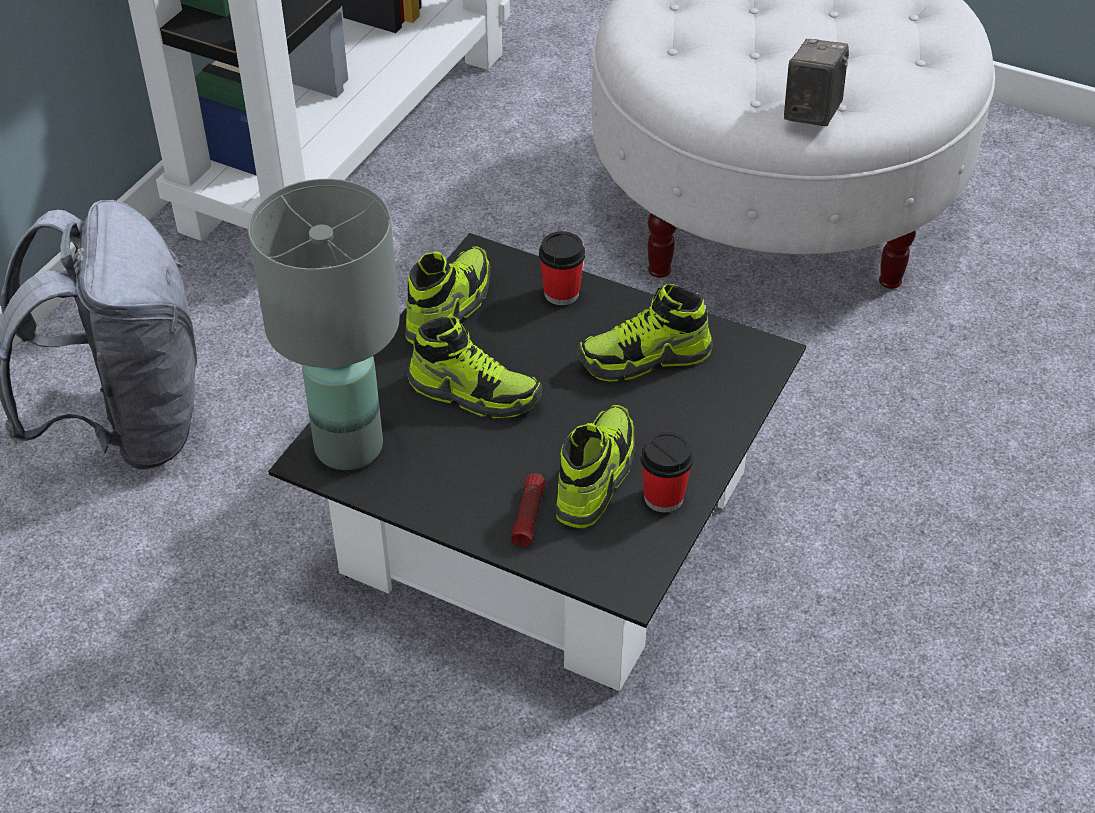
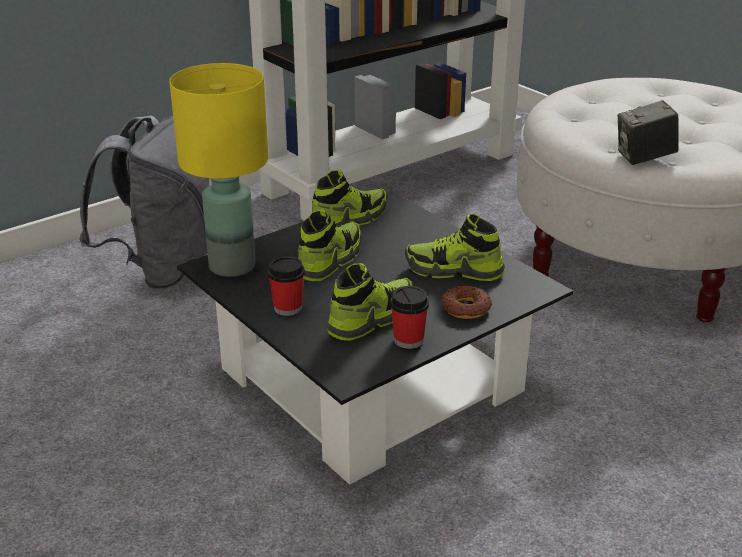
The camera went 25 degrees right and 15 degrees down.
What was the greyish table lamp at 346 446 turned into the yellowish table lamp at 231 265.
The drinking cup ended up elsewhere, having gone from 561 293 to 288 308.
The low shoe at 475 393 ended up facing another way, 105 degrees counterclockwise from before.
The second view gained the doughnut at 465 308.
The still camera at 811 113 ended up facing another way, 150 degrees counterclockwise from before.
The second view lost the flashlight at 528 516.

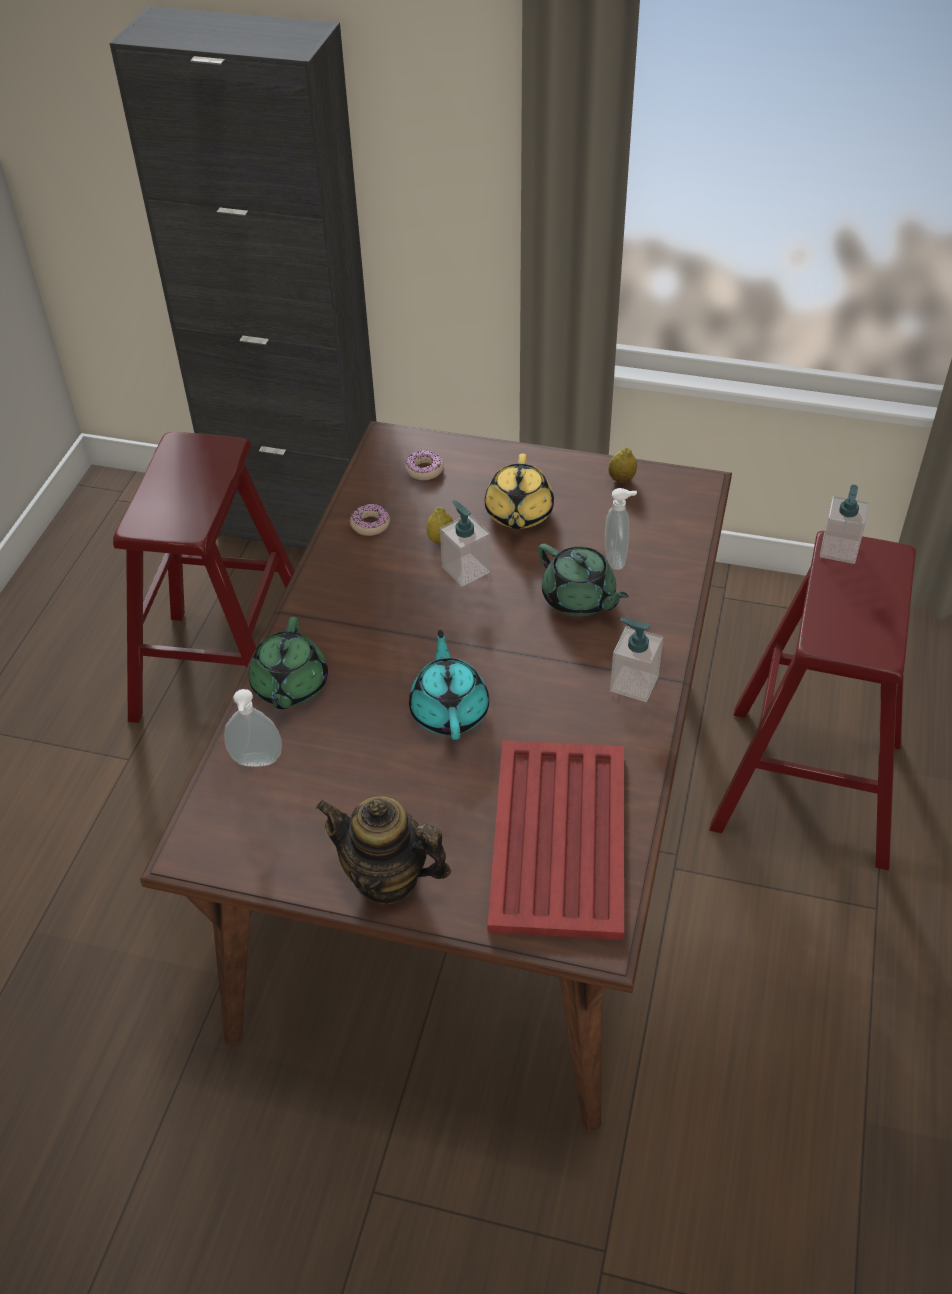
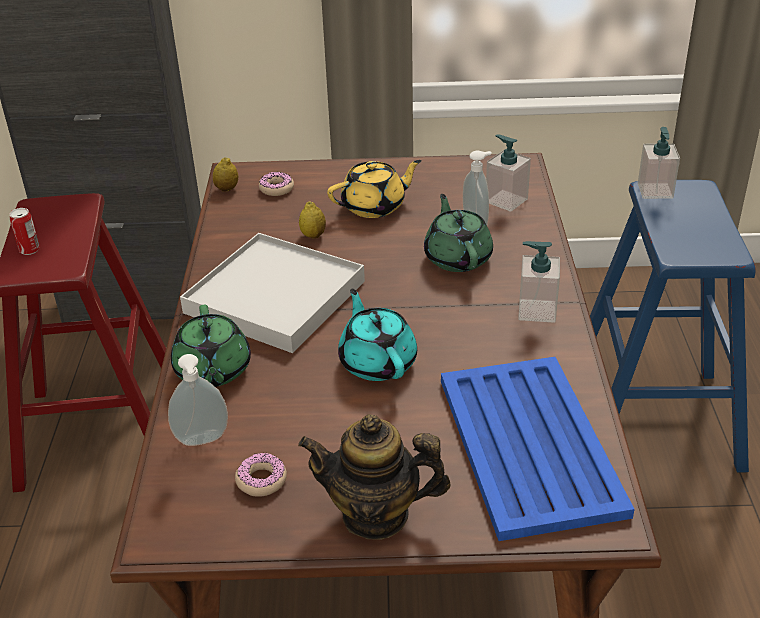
The camera went 15 degrees left and 10 degrees down.
The second view gained the sealed can at 29 250.
The second view gained the whitish tray at 276 297.
The lemon ended up elsewhere, having gone from 621 479 to 227 189.
The doughnut ended up elsewhere, having gone from 370 524 to 261 480.
The yellowish tea pot at 518 514 ended up facing another way, 105 degrees counterclockwise from before.
The green-coloured tea pot at 579 599 ended up facing another way, 135 degrees counterclockwise from before.
What was the red tray at 558 840 turned into the blue-coloured tray at 529 446.
The soap bottle ended up elsewhere, having gone from 465 569 to 506 200.
What was the red sitting stool at 807 785 turned into the blue-coloured sitting stool at 652 420.

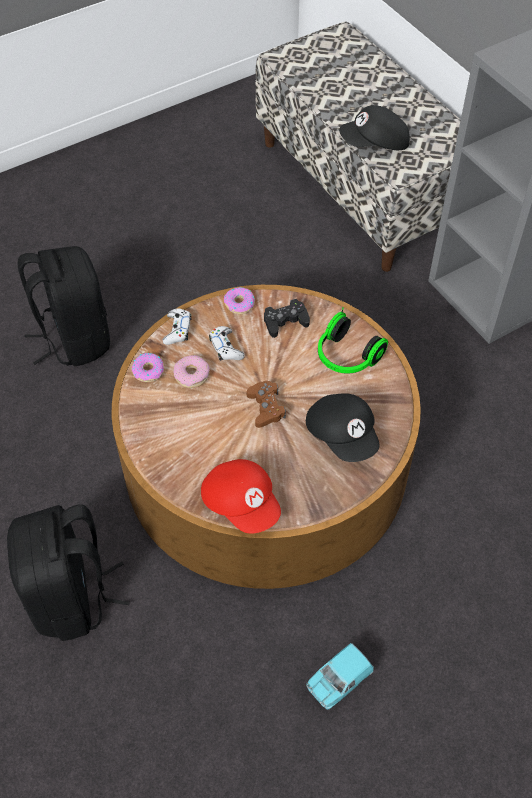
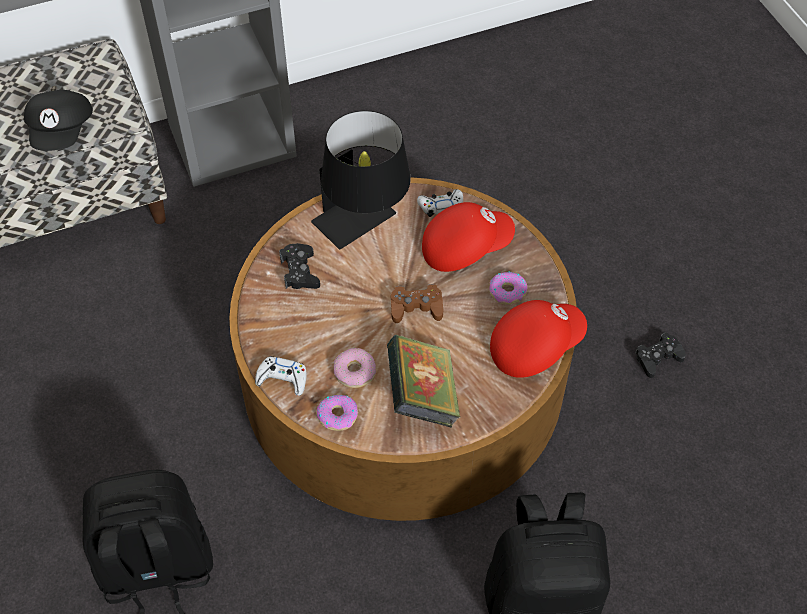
The camera went 80 degrees left and 0 degrees up.
Where the headphones stood at 346 357, the blackish table lamp came to stand at 364 226.
The second view gained the volume at 422 396.
The whitish game controller ended up elsewhere, having gone from 226 348 to 441 206.
What was the blackish cap at 343 435 turned into the red cap at 465 247.
The doughnut ended up elsewhere, having gone from 239 304 to 507 292.
Where the turquoise-coloured miniature car stood at 338 681, the blackish game controller came to stand at 658 358.

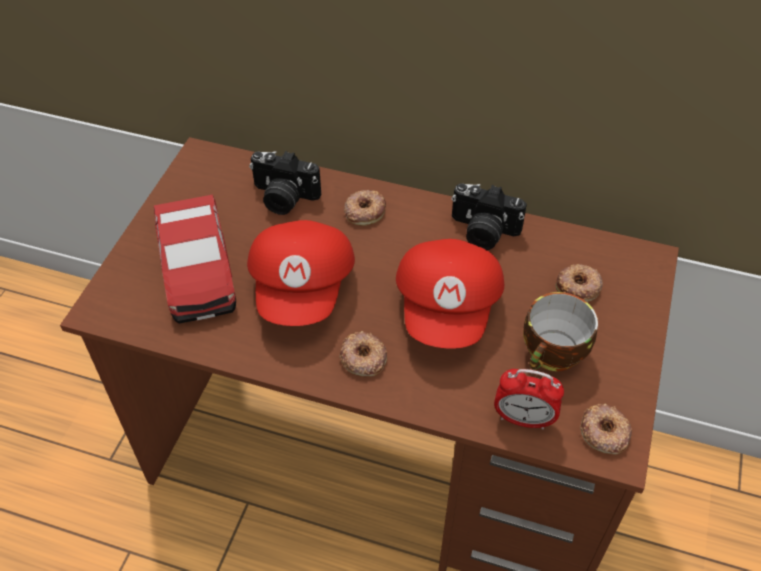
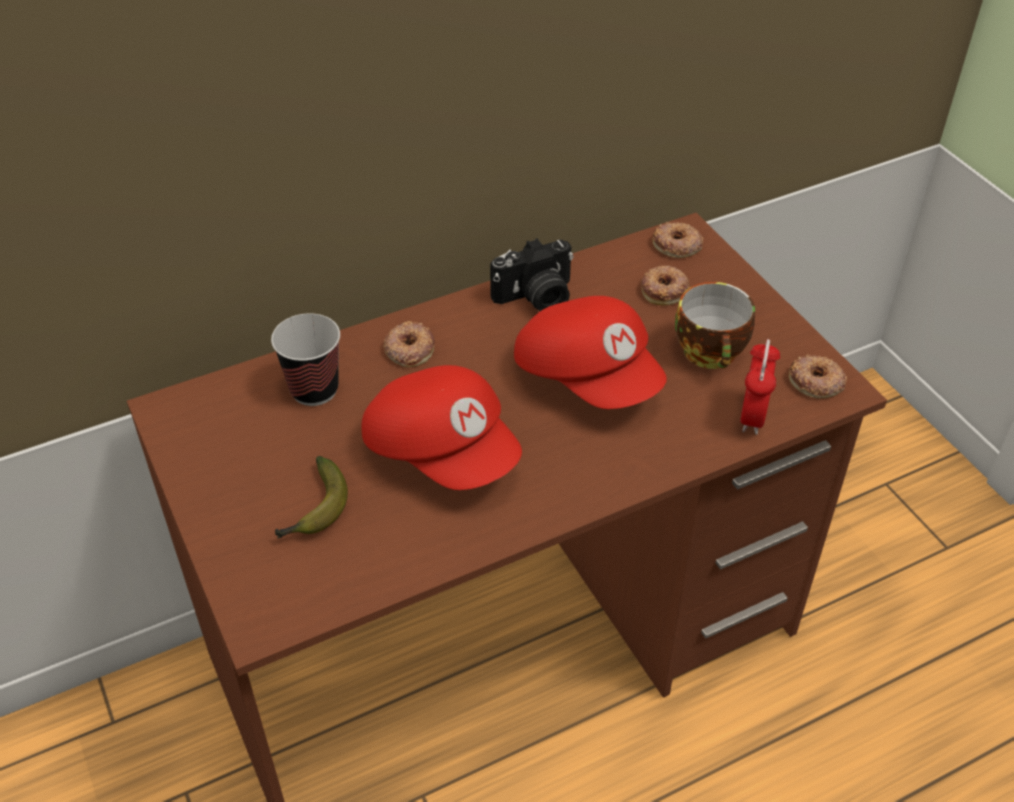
The camera went 45 degrees left and 5 degrees down.
Where the still camera stood at 283 198, the drinking cup came to stand at 314 390.
Where the miniature car stood at 197 269, the whole banana came to stand at 314 510.
The doughnut ended up elsewhere, having gone from 363 358 to 676 245.
The bedside clock at 523 419 ended up facing another way, 45 degrees counterclockwise from before.

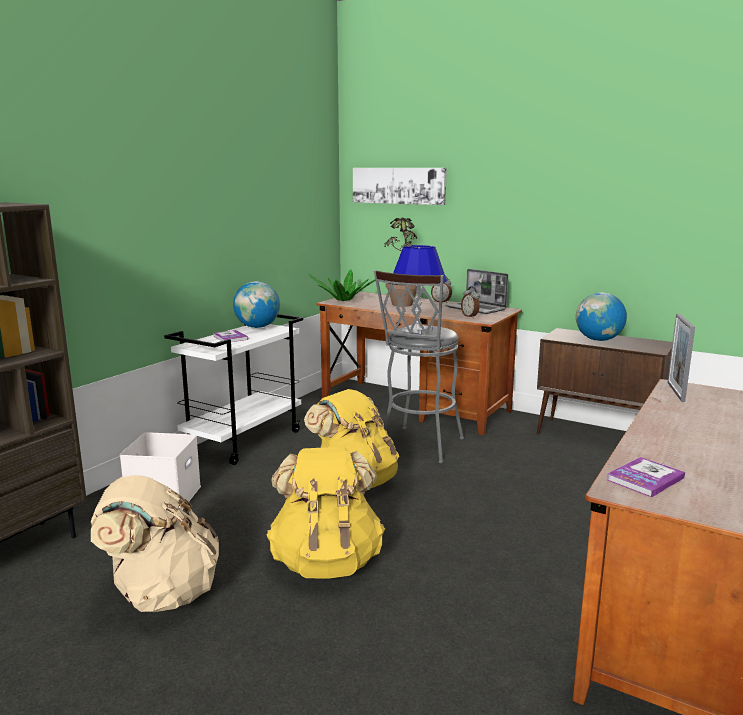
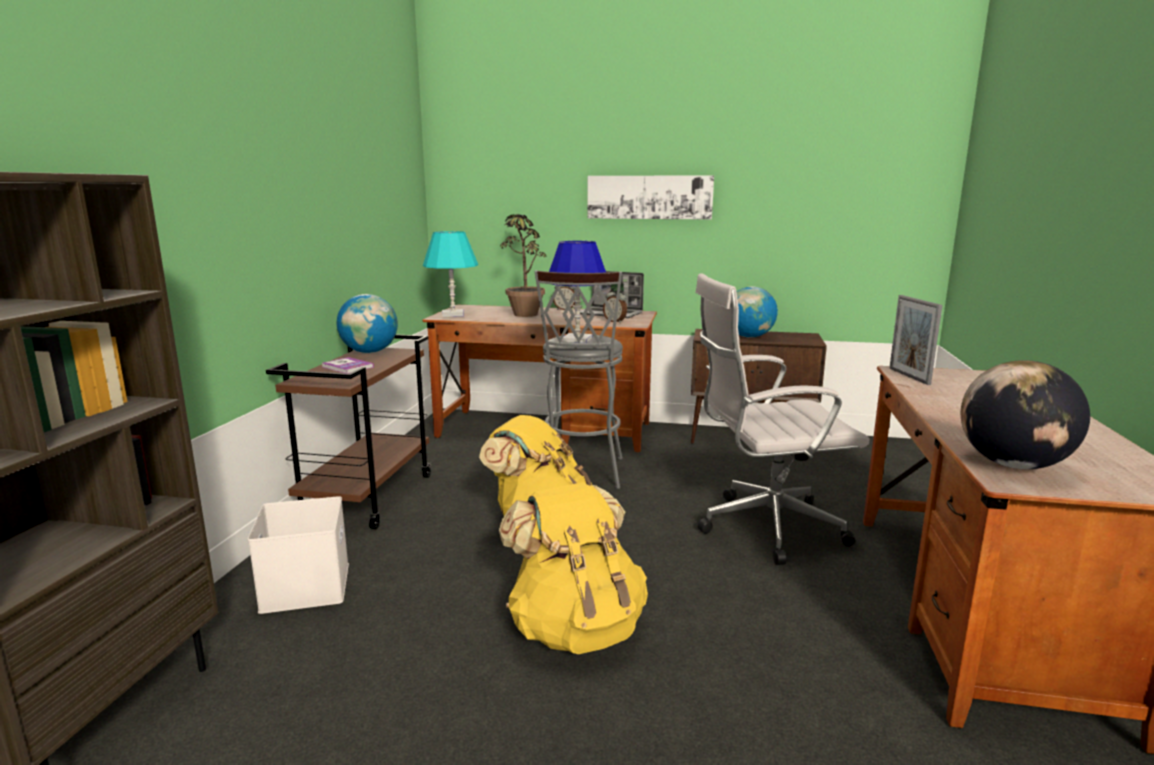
The camera went 20 degrees left and 0 degrees up.
What was the whitish trolley at 244 440 turned into the brown-coloured trolley at 368 496.
Where the houseplant stood at 344 300, the turquoise-coloured table lamp came to stand at 453 314.
The wall picture ended up elsewhere, having gone from 398 185 to 649 197.
The second view gained the whitish desk chair at 764 528.
Where the volume stood at 645 479, the desk globe came to stand at 1012 465.
The second view lost the sand-coloured knapsack at 162 594.

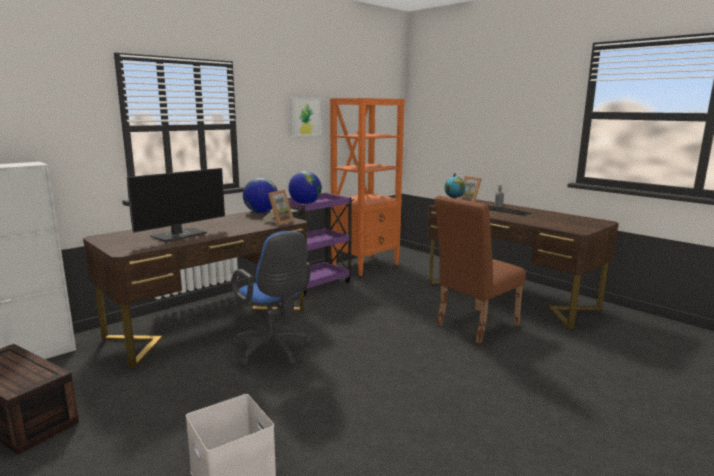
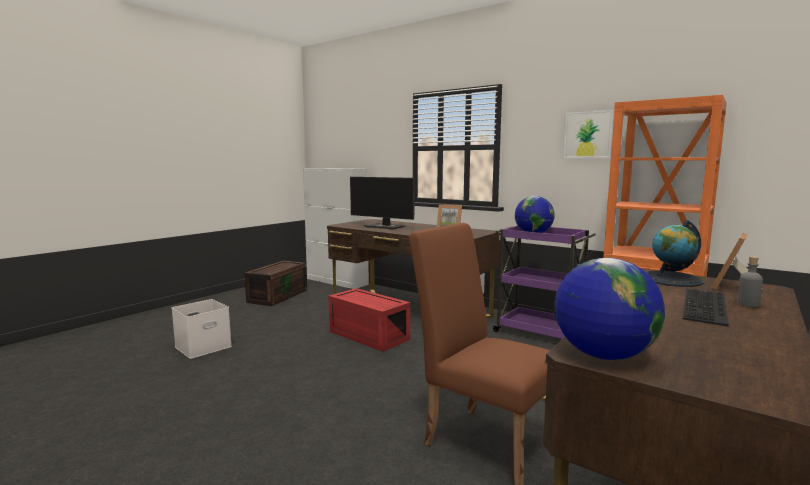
The camera went 80 degrees right and 5 degrees down.
Where the blue-coloured desk chair stood at 273 351, the red storage bin came to stand at 367 335.
The desk globe ended up elsewhere, having gone from 261 212 to 603 355.

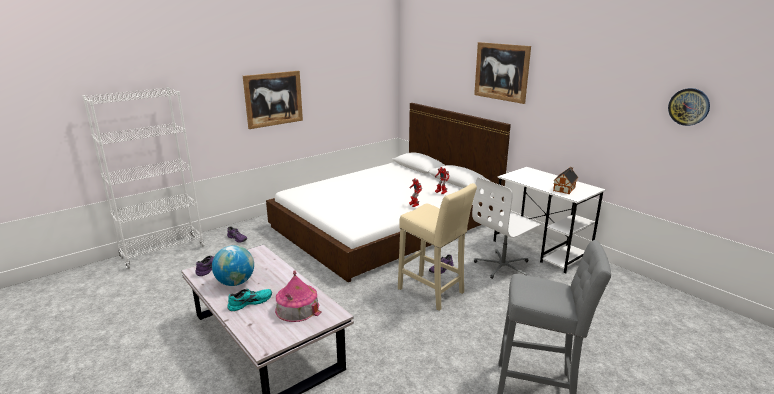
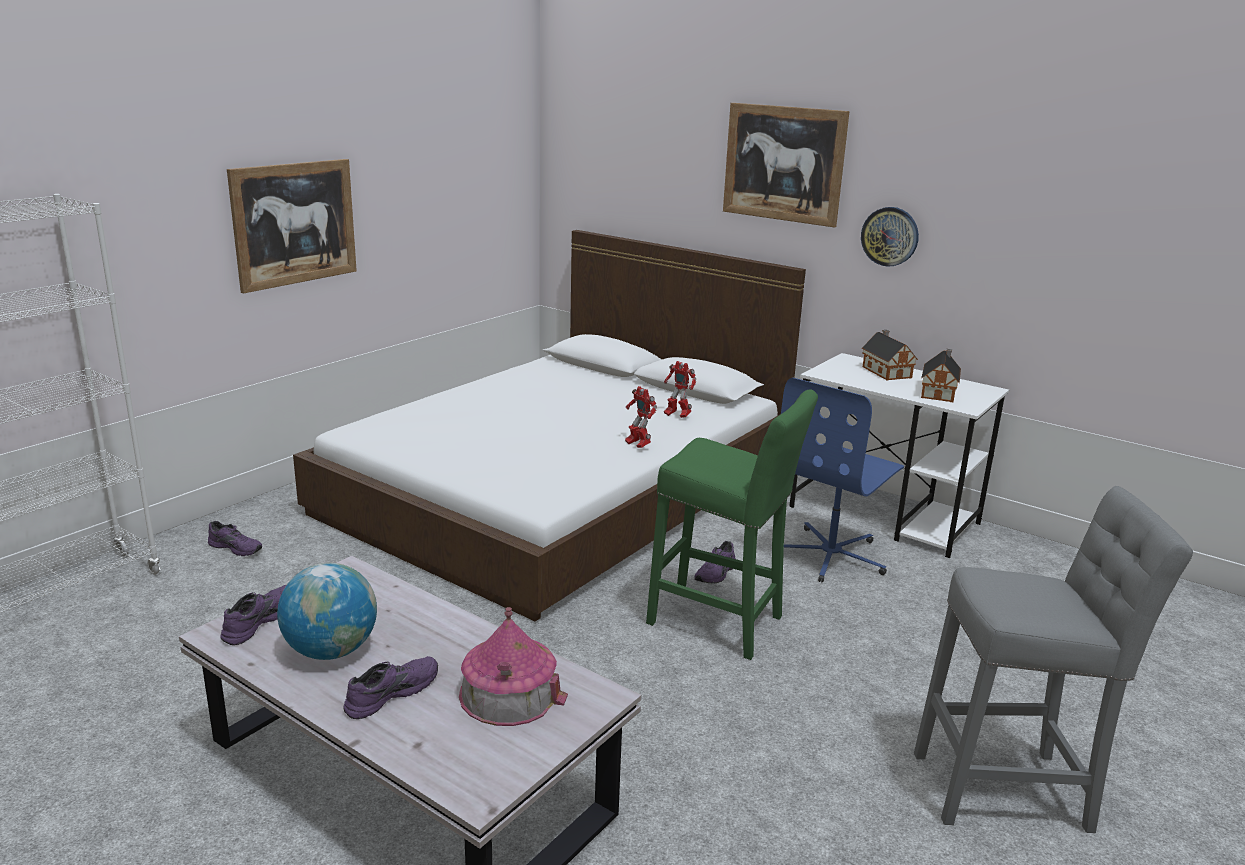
The camera went 15 degrees left and 0 degrees up.
What was the turquoise-coloured low shoe at 250 302 turned into the purplish low shoe at 390 692.
What was the sand-coloured sitting stool at 433 292 turned into the green-coloured sitting stool at 721 623.
What was the whitish desk chair at 503 266 turned into the blue-coloured desk chair at 831 555.
The clock on the wall ended up elsewhere, having gone from 689 106 to 890 236.
The second view gained the model house at 886 371.

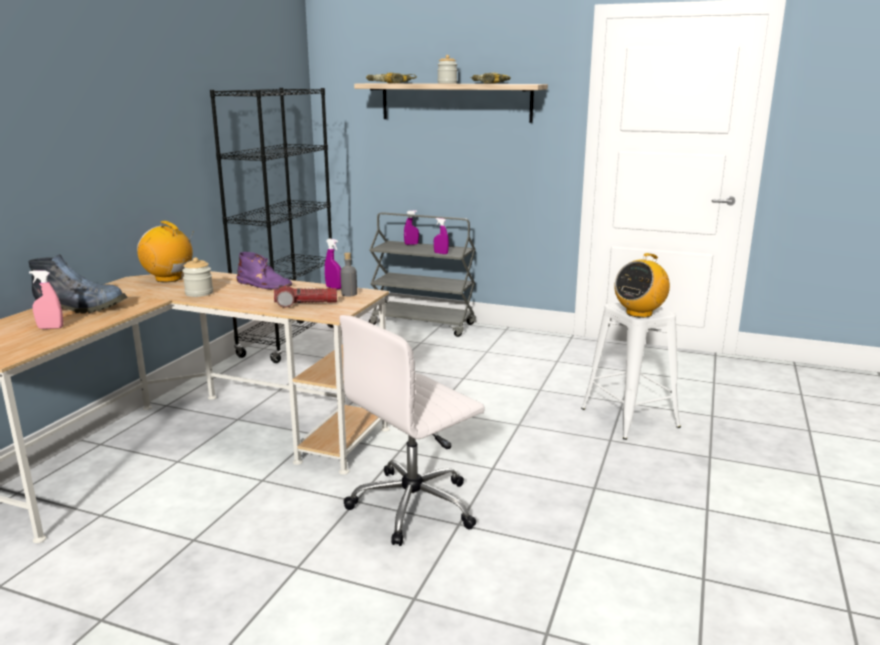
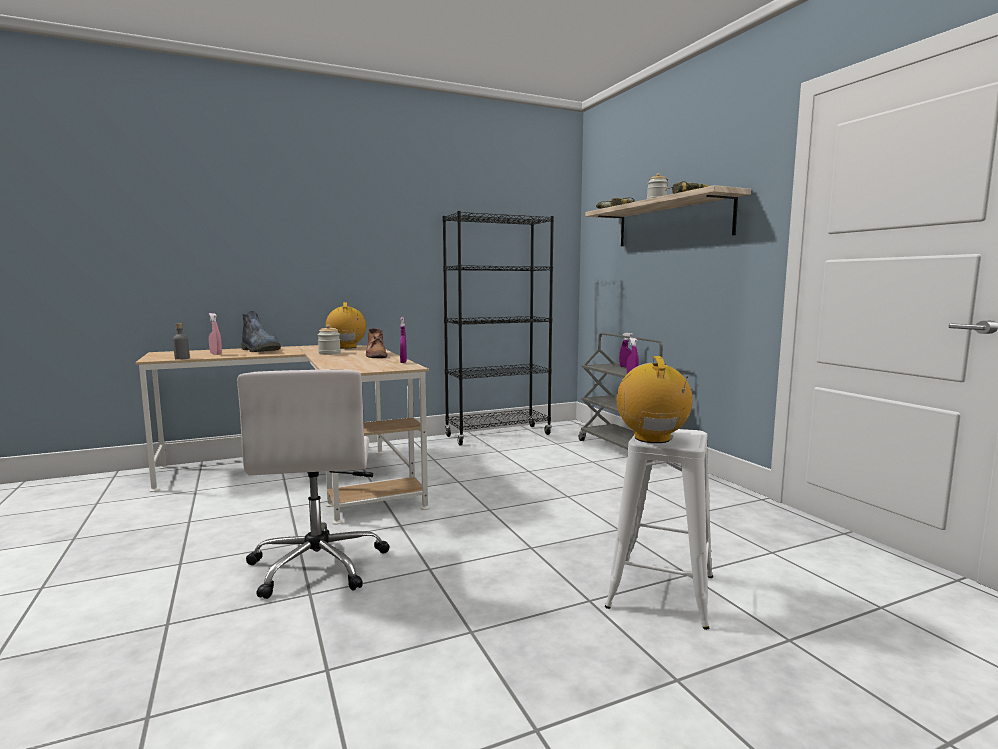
The camera went 45 degrees right and 10 degrees down.
The greyish beverage bottle ended up elsewhere, having gone from 349 294 to 182 358.
The whitish desk chair at 414 505 ended up facing another way, 105 degrees counterclockwise from before.
What was the purplish high-top boot at 264 284 turned into the brown-coloured high-top boot at 376 355.
The radio at 639 313 ended up facing another way, 90 degrees clockwise from before.
The second view lost the flashlight at 306 304.

